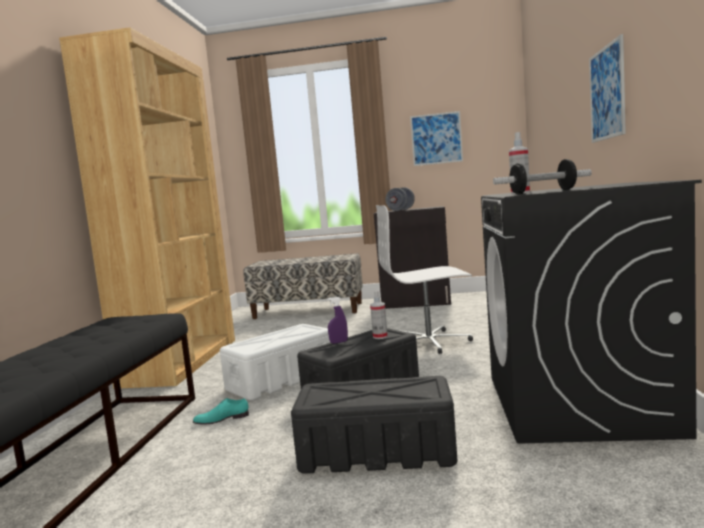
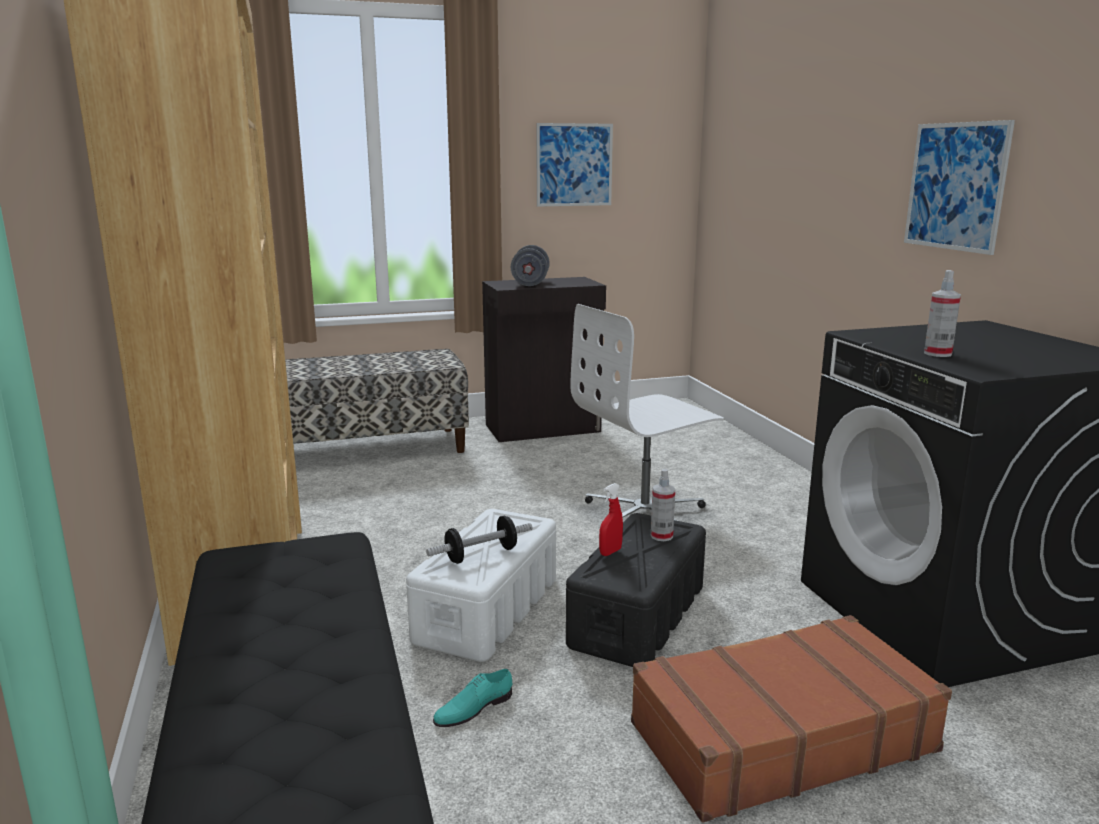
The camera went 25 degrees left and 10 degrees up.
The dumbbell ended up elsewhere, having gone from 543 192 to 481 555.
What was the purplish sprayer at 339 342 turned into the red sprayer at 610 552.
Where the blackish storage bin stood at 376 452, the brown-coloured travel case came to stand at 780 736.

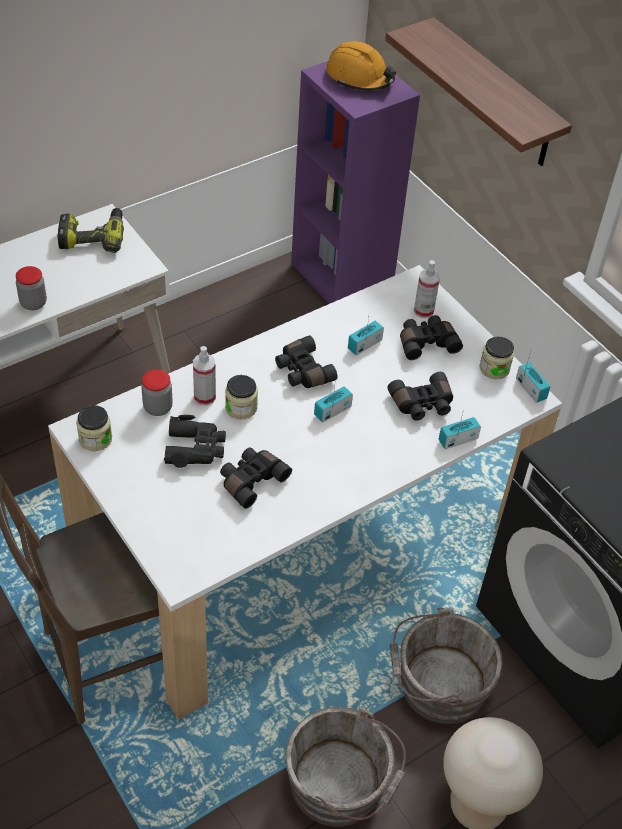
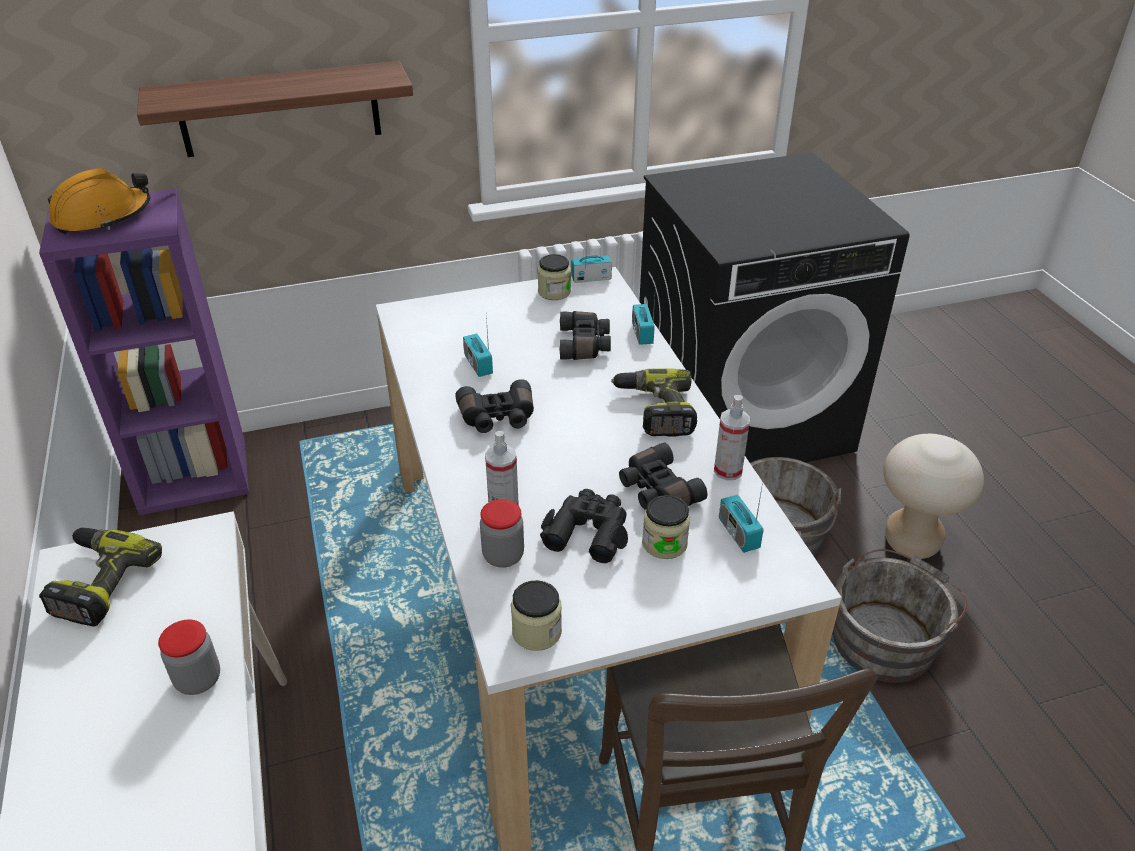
The camera went 70 degrees left and 10 degrees down.
The second view gained the power drill at 655 410.
The preserve jar ended up elsewhere, having gone from 241 408 to 664 543.
The sprayer ended up elsewhere, having gone from 423 311 to 728 470.
The radio ended up elsewhere, having gone from 332 411 to 738 534.
The second view lost the blackish field glasses at 426 343.

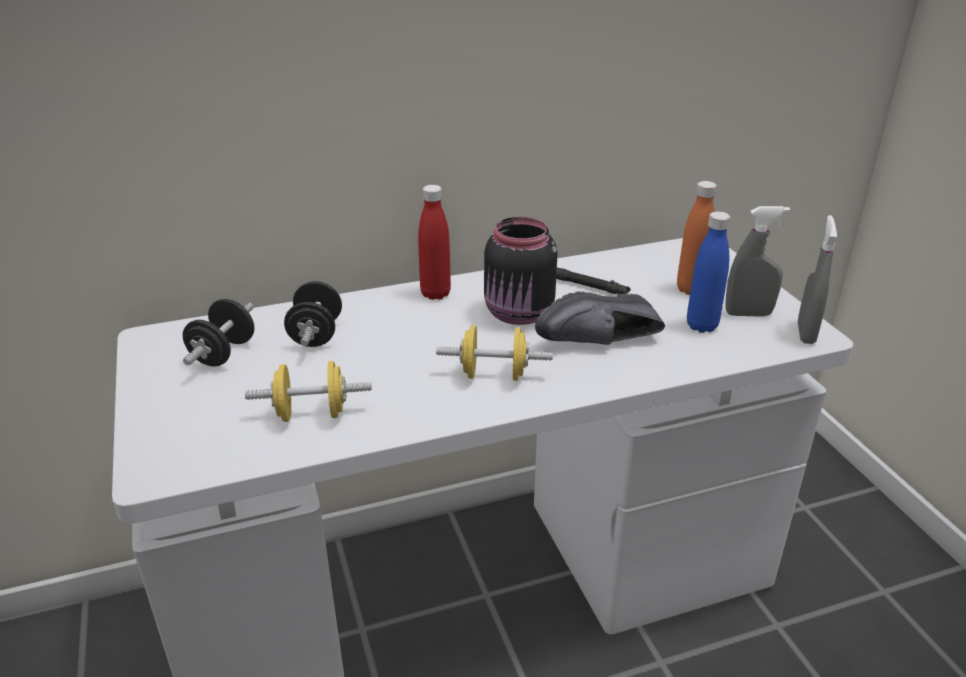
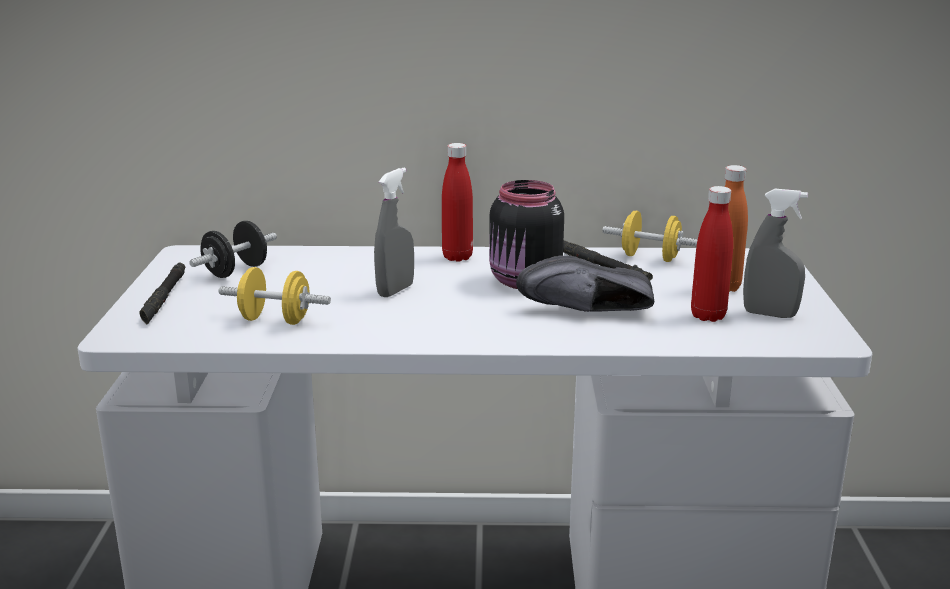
The camera went 20 degrees right and 10 degrees down.
The second view gained the blackish flashlight at 164 298.
The greyish sprayer ended up elsewhere, having gone from 806 333 to 395 290.
The yellowish dumbbell ended up elsewhere, having gone from 494 375 to 650 257.
What was the blue-coloured beverage bottle at 702 326 turned into the red beverage bottle at 708 316.
The second view lost the blackish dumbbell at 316 334.

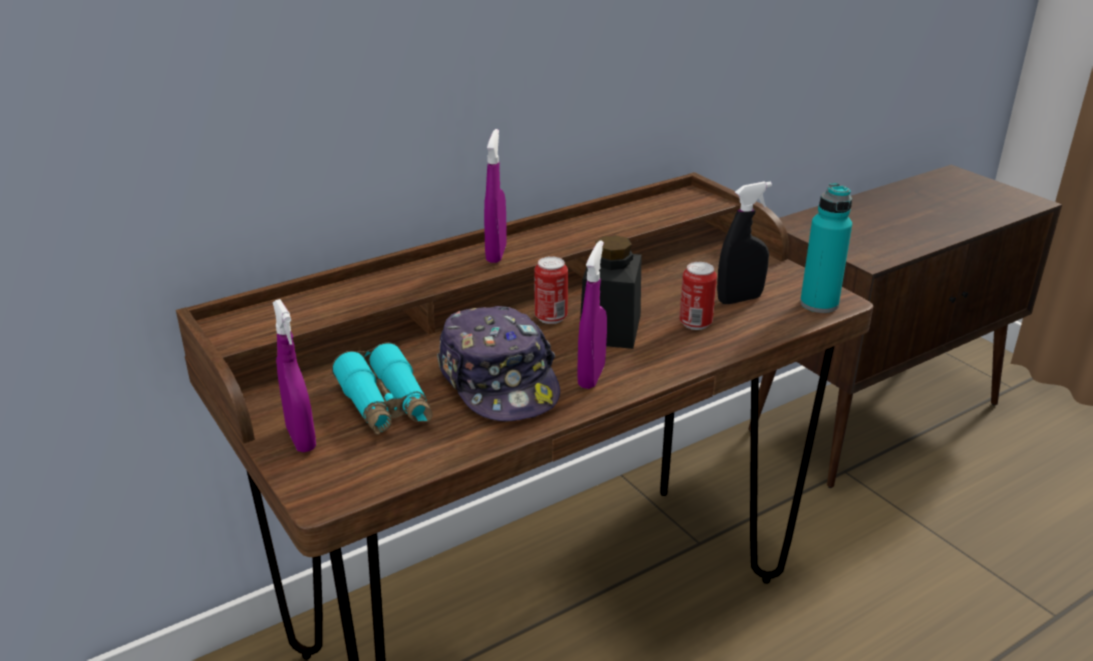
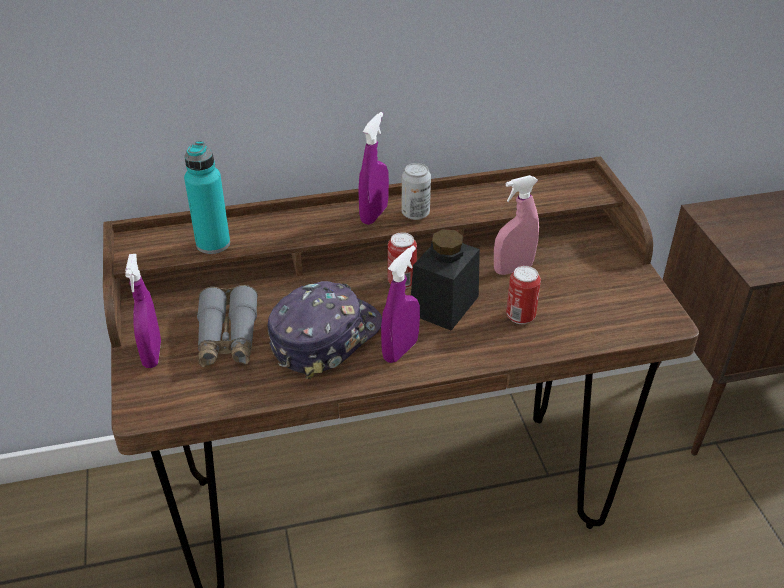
The camera went 20 degrees right and 10 degrees up.
The turquoise-coloured beverage bottle ended up elsewhere, having gone from 819 304 to 213 244.
What was the turquoise-coloured field glasses at 385 404 turned into the greyish field glasses at 228 337.
The cap at 499 381 ended up facing another way, 135 degrees counterclockwise from before.
The second view gained the sealed can at 415 213.
The second view gained the pink-coloured sprayer at 513 269.
The second view lost the blackish sprayer at 739 299.

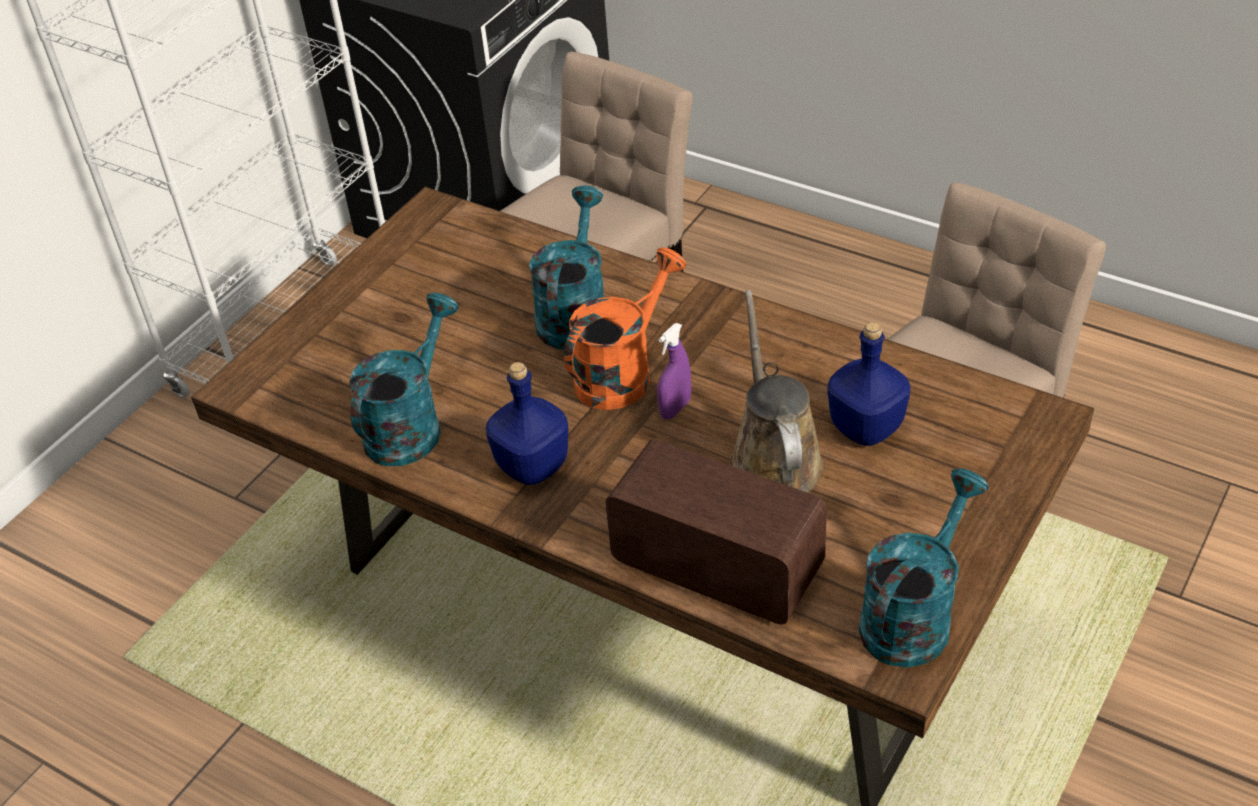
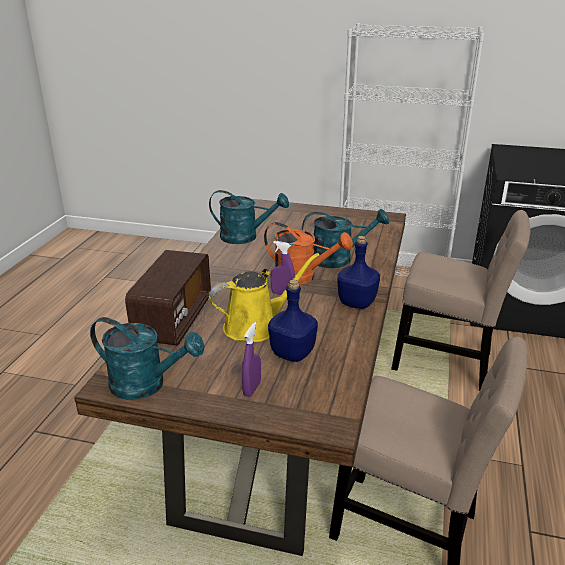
The camera went 70 degrees right and 15 degrees down.
What was the brown-coloured sprinkling can at 773 459 turned into the yellowish sprinkling can at 256 326.
The second view gained the purplish sprayer at 252 389.
The blue-coloured beverage bottle ended up elsewhere, having gone from 533 465 to 357 303.

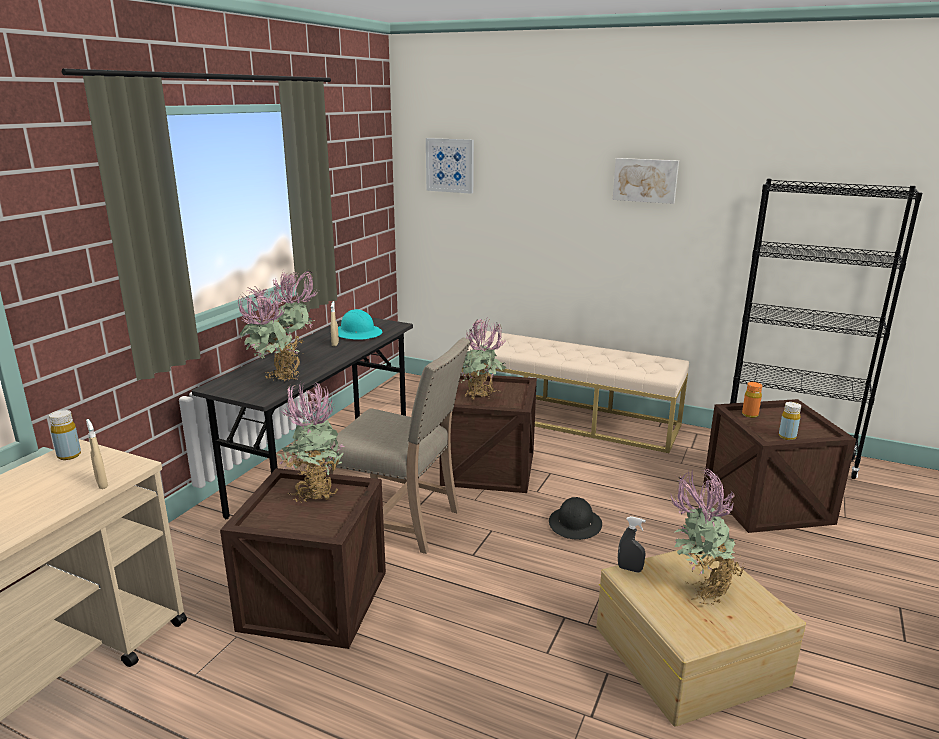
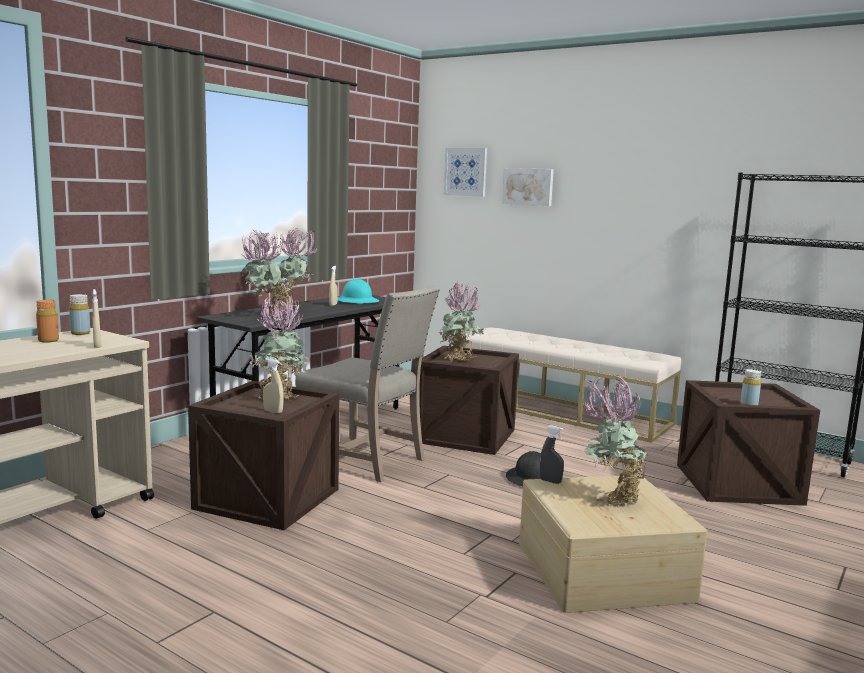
The camera went 10 degrees right and 10 degrees down.
The orange-coloured beverage bottle ended up elsewhere, having gone from 750 415 to 48 340.
The second view gained the sand-coloured sprayer at 273 411.
The wall picture ended up elsewhere, having gone from 645 180 to 528 186.

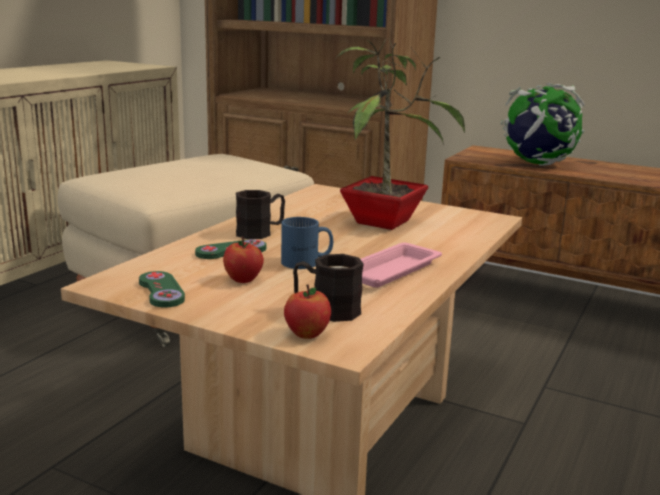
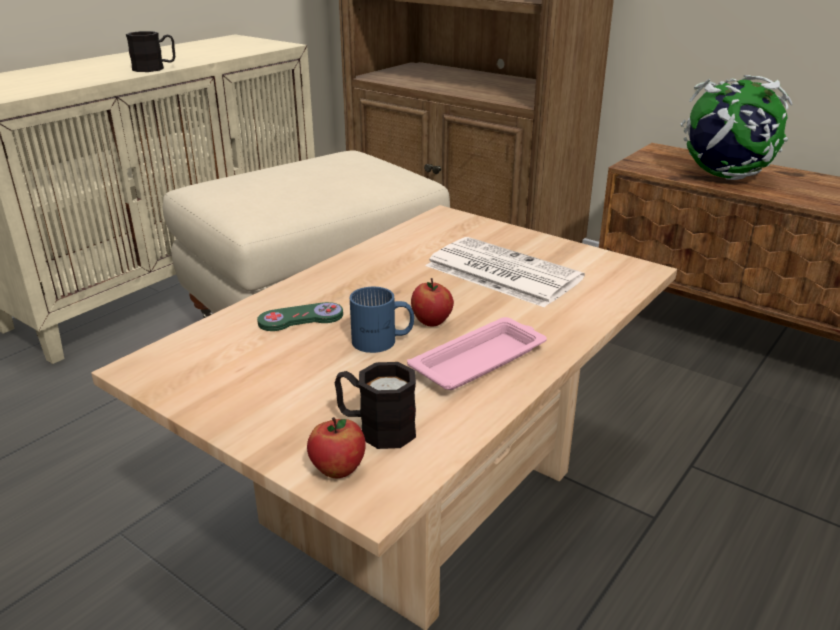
The camera went 10 degrees right and 10 degrees up.
The blackish mug ended up elsewhere, having gone from 260 232 to 155 68.
The apple ended up elsewhere, having gone from 243 280 to 431 322.
Where the houseplant stood at 384 221, the newspaper came to stand at 500 272.
The second view lost the green-coloured game controller at 161 291.

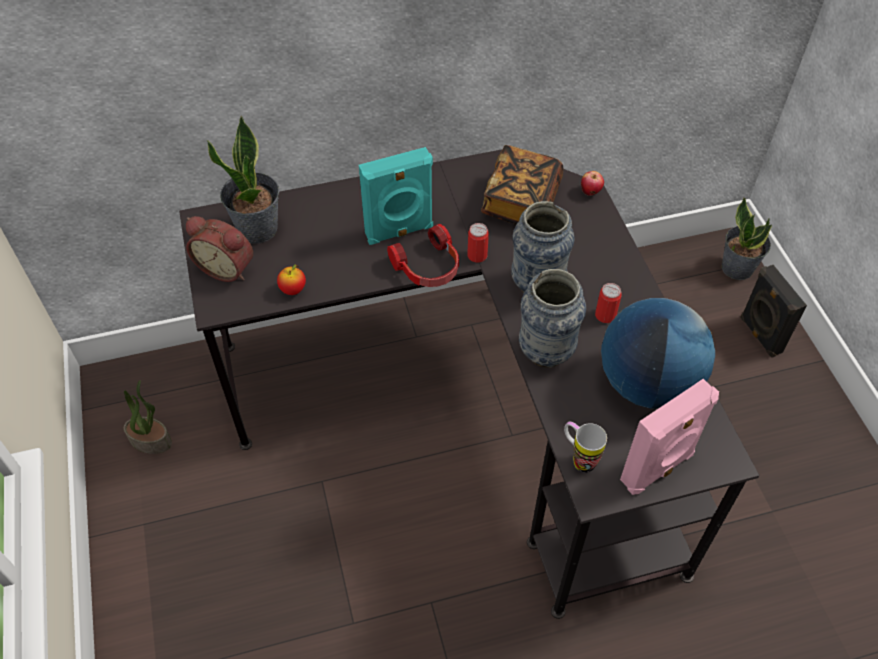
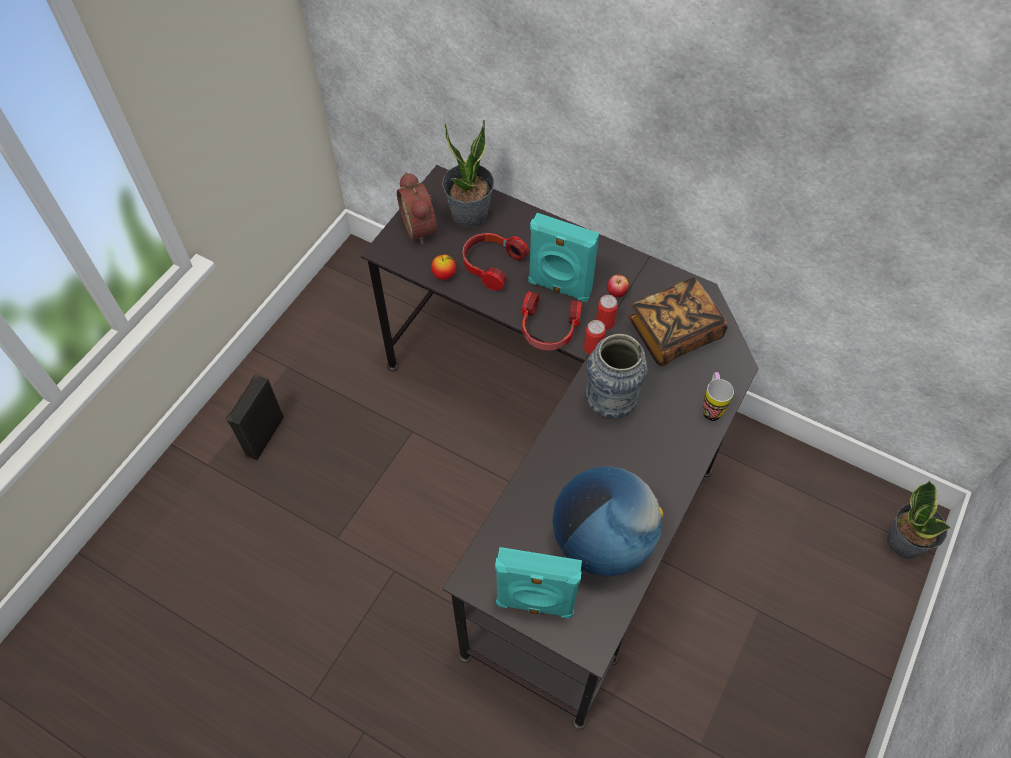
The camera went 45 degrees right and 5 degrees up.
The blackish loudspeaker ended up elsewhere, having gone from 759 335 to 263 435.
The second view gained the headphones at 491 264.
What was the pink-coloured loudspeaker at 658 468 turned into the turquoise-coloured loudspeaker at 535 604.
The sealed can ended up elsewhere, having gone from 605 315 to 605 322.
The apple ended up elsewhere, having gone from 590 192 to 616 294.
The mug ended up elsewhere, having gone from 578 458 to 711 407.
The second view lost the houseplant at 151 440.
The second view lost the decorative vase at 545 352.

